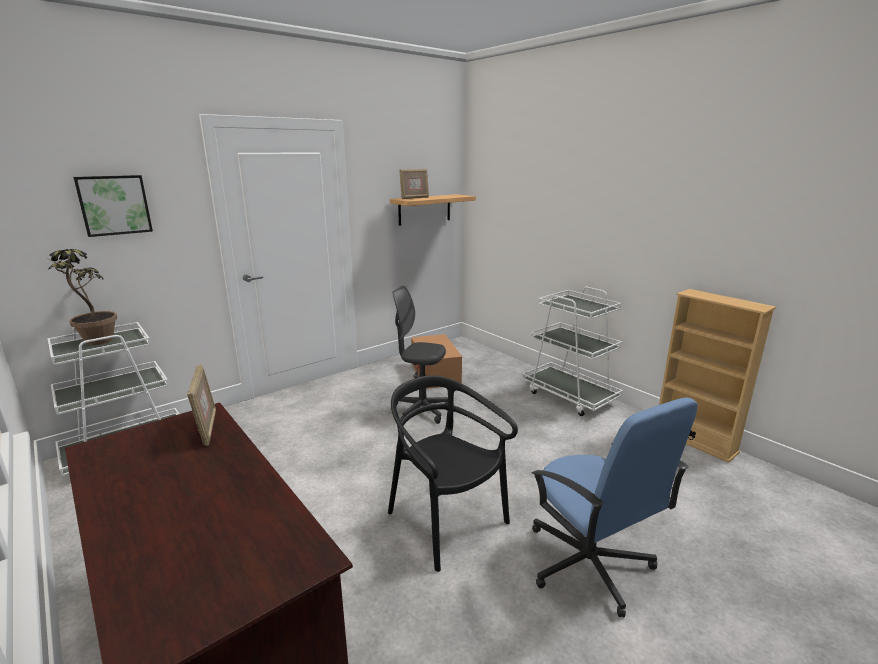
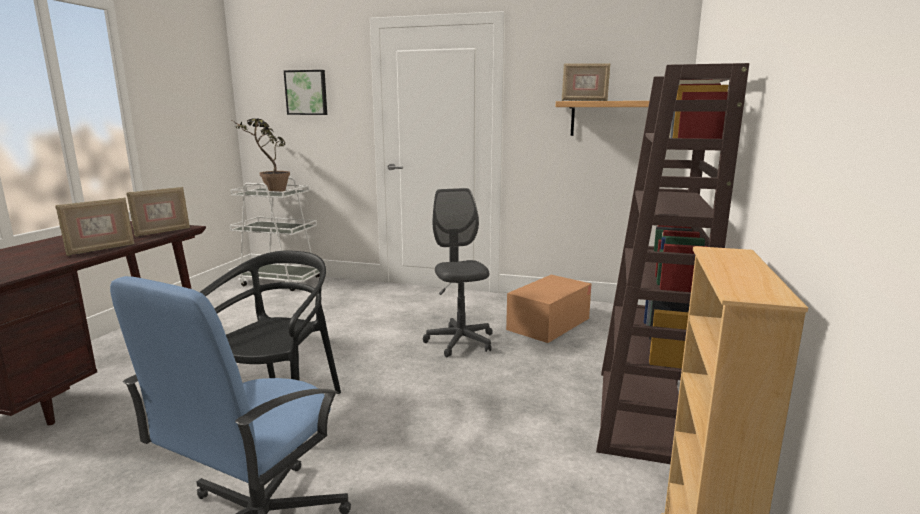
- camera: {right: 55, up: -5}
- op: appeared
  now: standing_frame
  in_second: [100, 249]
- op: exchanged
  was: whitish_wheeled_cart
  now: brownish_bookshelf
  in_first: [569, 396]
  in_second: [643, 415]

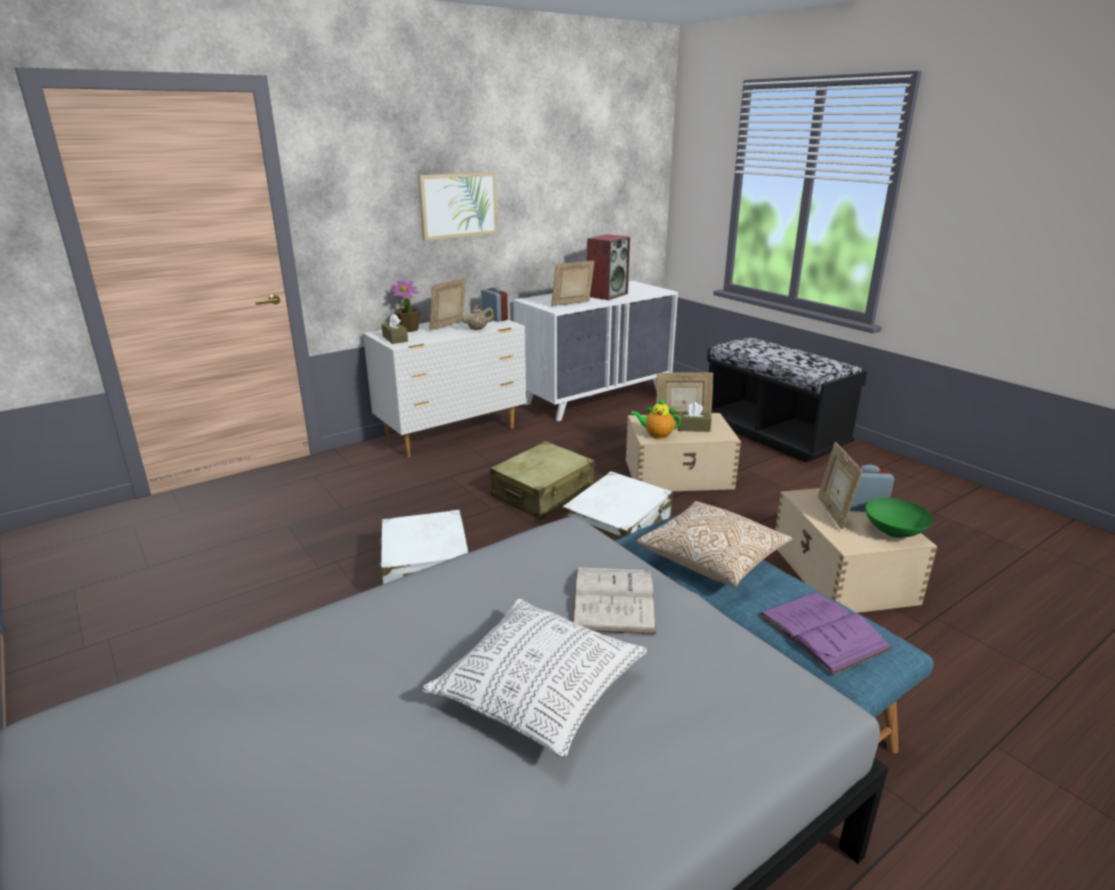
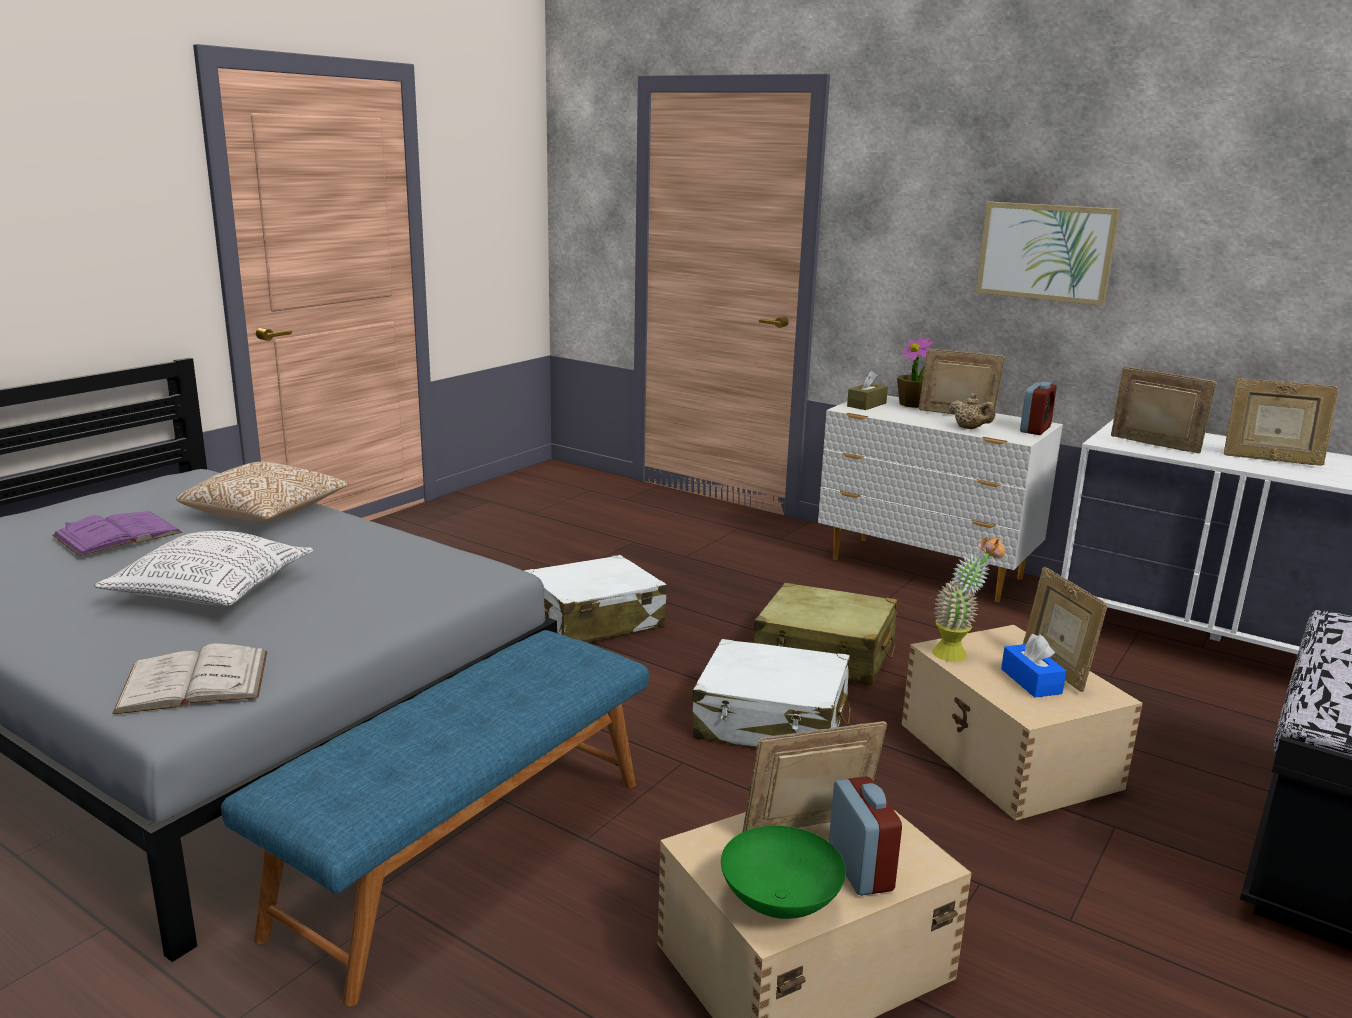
- camera: {right: 70, up: -5}
- op: relocated
  was: whitish_volume
  in_first: [614, 599]
  in_second: [194, 681]
- op: relocated
  was: pillow
  in_first: [712, 559]
  in_second: [266, 514]
- op: relocated
  was: purple_volume
  in_first: [822, 631]
  in_second: [117, 534]
- op: exchanged
  was: audio_speaker
  now: standing_frame
  in_first: [607, 295]
  in_second: [1270, 460]
- op: exchanged
  was: tea_pot
  now: houseplant
  in_first: [656, 435]
  in_second: [958, 653]
- op: colour
  was: brownish_tissue_holder
  now: blue-coloured_tissue_holder
  in_first: [693, 428]
  in_second: [1031, 681]

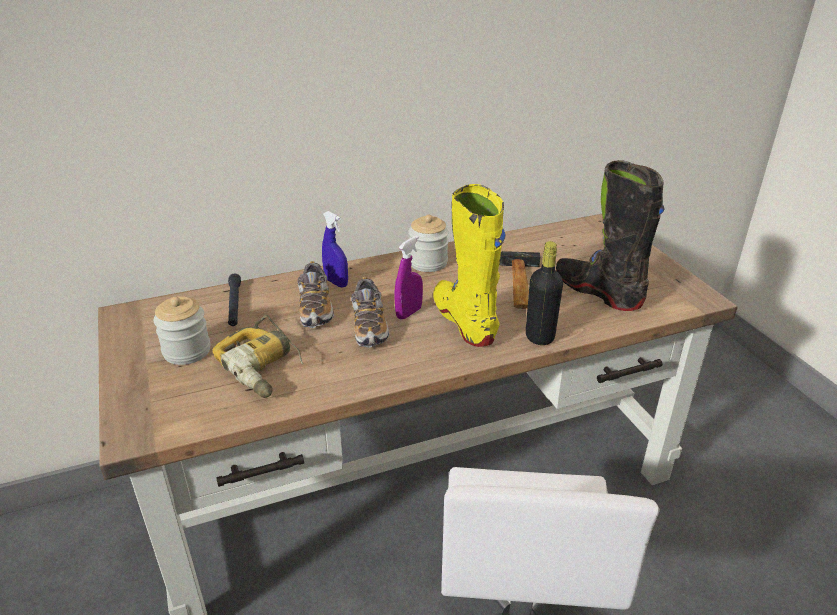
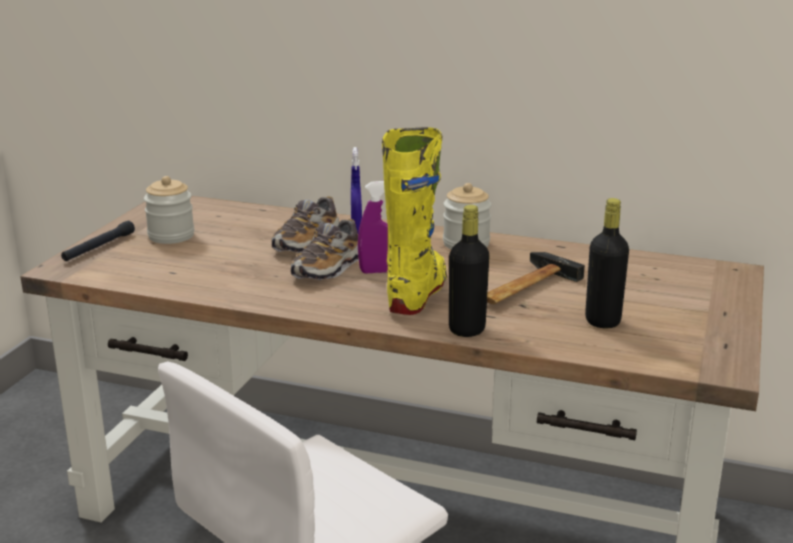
- camera: {right: 40, up: -10}
- op: missing
  was: electric_drill
  in_first: [264, 365]
- op: relocated
  was: black_torch
  in_first: [234, 305]
  in_second: [99, 247]
- op: exchanged
  was: black_boot
  now: black_drink_bottle
  in_first: [598, 292]
  in_second: [602, 321]

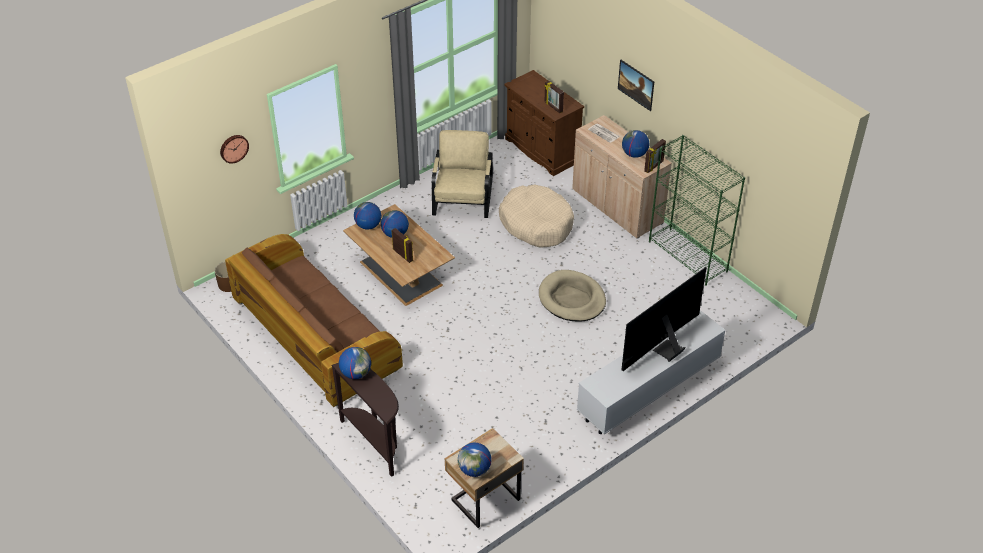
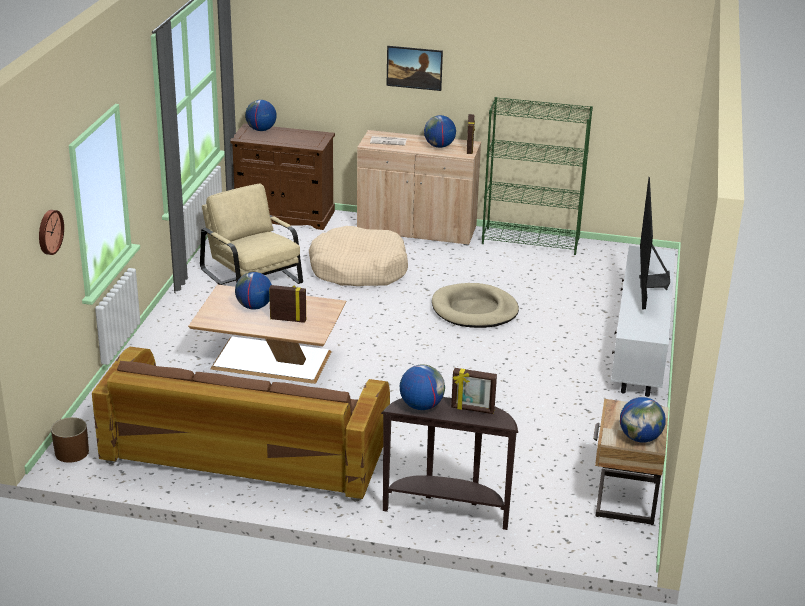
- camera: {right: -40, up: -15}
- op: relocated
  was: world_globe
  in_first: [368, 225]
  in_second: [261, 130]
- op: relocated
  was: standing_frame
  in_first: [553, 107]
  in_second: [472, 409]

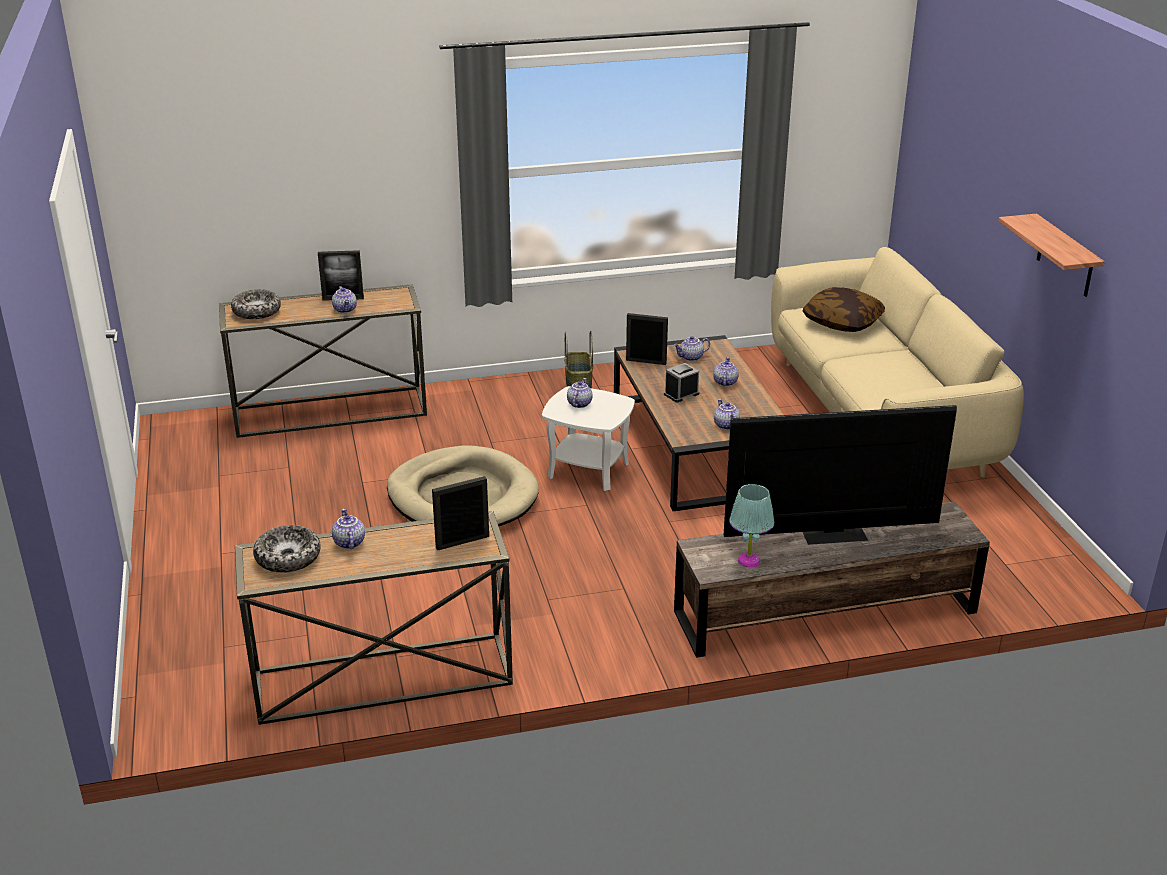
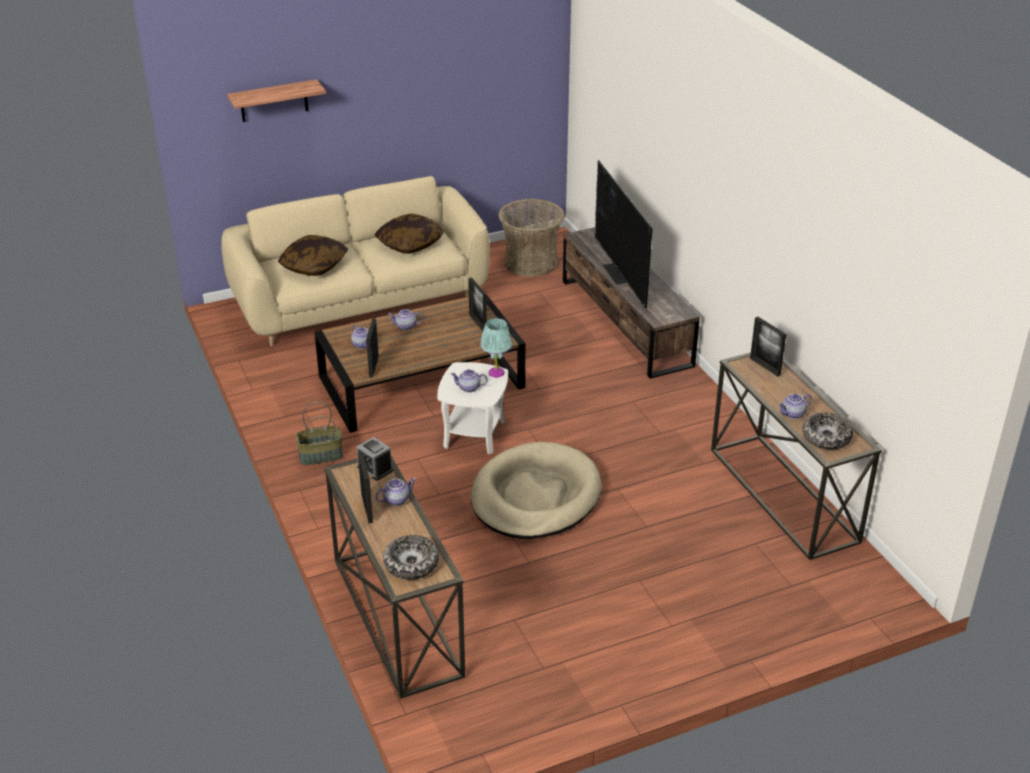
- camera: {right: -100, up: 5}
- op: appeared
  now: pillow
  in_second: [410, 243]
- op: appeared
  now: storage_basket
  in_second: [531, 263]
- op: relocated
  was: alarm_clock
  in_first: [681, 394]
  in_second: [375, 469]
- op: relocated
  was: turquoise-coloured_table_lamp
  in_first: [749, 560]
  in_second: [496, 372]
- op: relocated
  was: shelf
  in_first: [1065, 257]
  in_second: [274, 101]
- op: exchanged
  was: tea_pot
  now: standing_frame
  in_first: [725, 425]
  in_second: [477, 323]

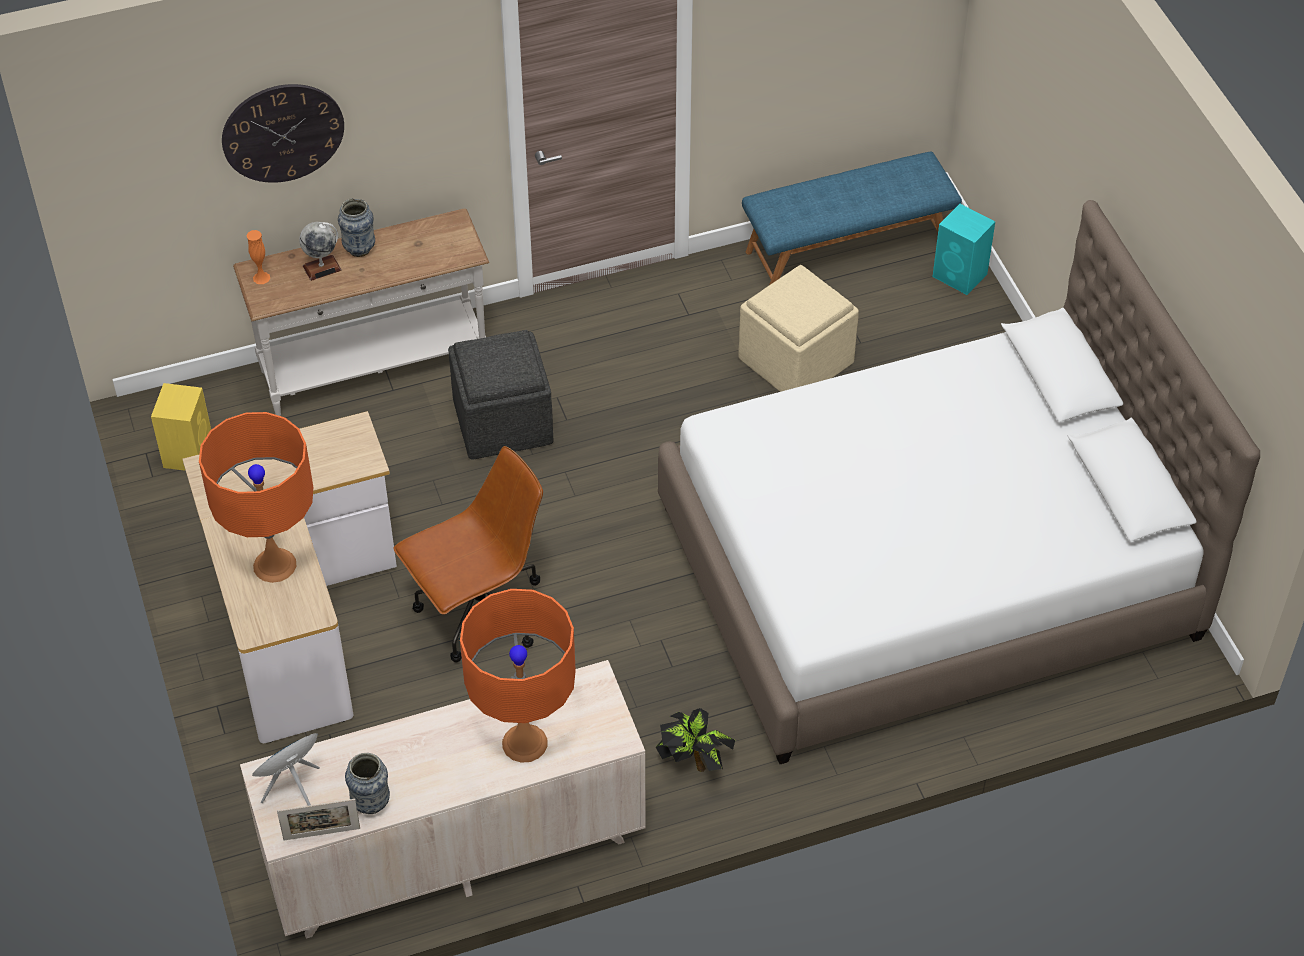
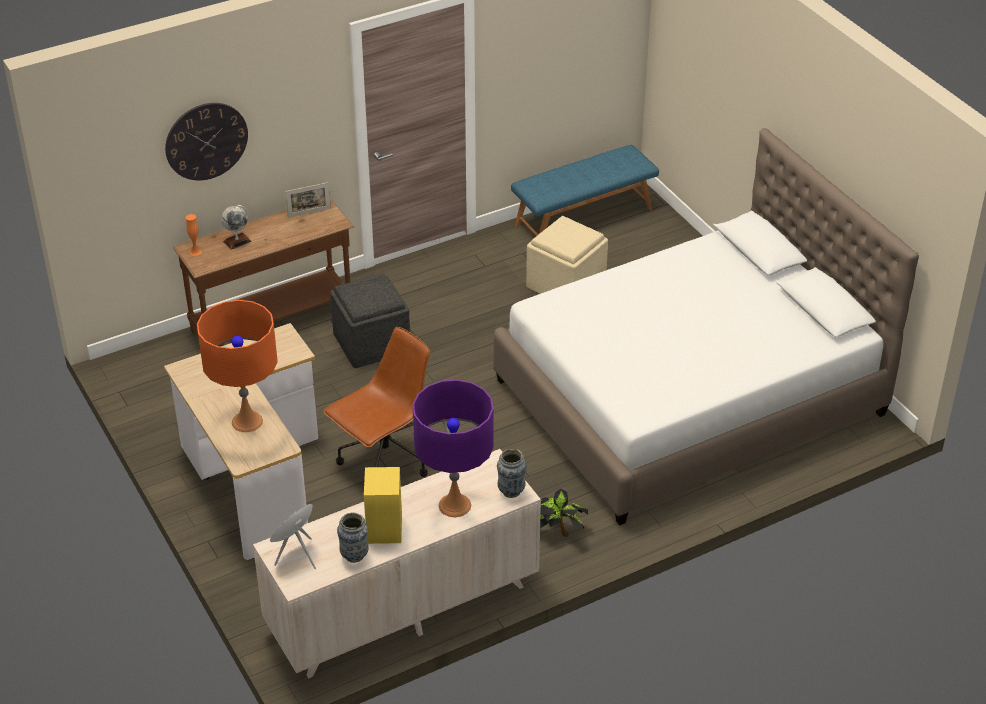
- camera: {right: -10, up: -10}
- op: missing
  was: turquoise-coloured_audio_speaker
  in_first: [961, 276]
- op: relocated
  was: yellowish_audio_speaker
  in_first: [188, 452]
  in_second: [384, 528]
- op: relocated
  was: standing_frame
  in_first: [322, 834]
  in_second: [309, 213]
- op: relocated
  was: vase
  in_first: [359, 249]
  in_second: [511, 491]
- op: colour
  was: whitish_console_table
  now: brownish_console_table
  in_first: [375, 368]
  in_second: [273, 322]
- op: colour
  was: orange_table_lamp
  now: purple_table_lamp
  in_first: [524, 743]
  in_second: [454, 505]

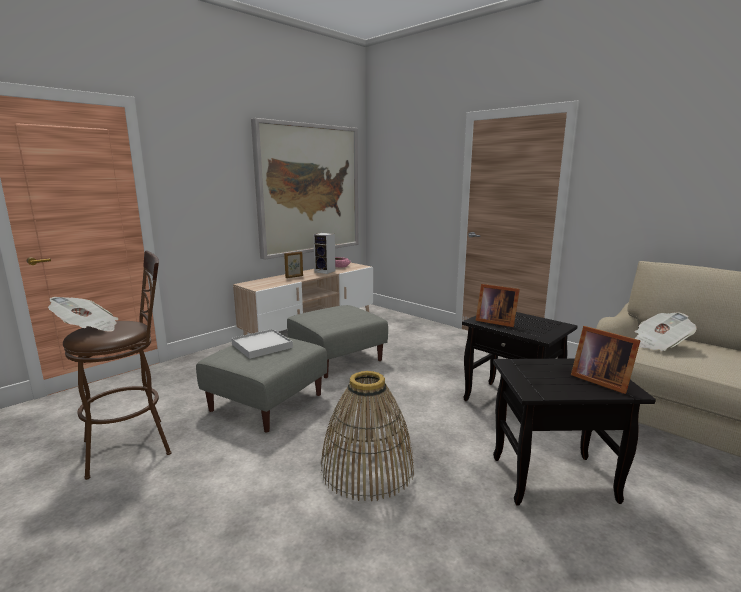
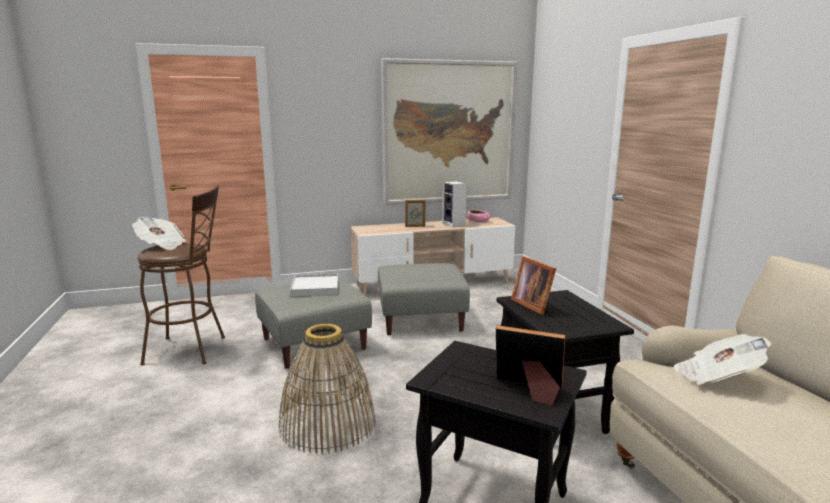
- camera: {right: 30, up: 0}
- op: spun
  was: standing_frame
  in_first: [600, 380]
  in_second: [529, 390]
  clockwise: 120

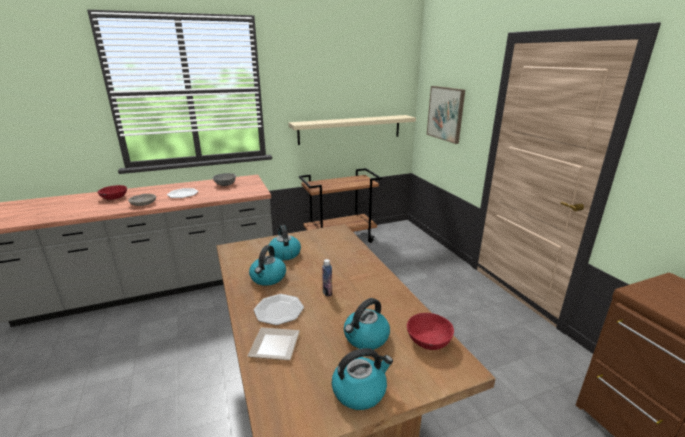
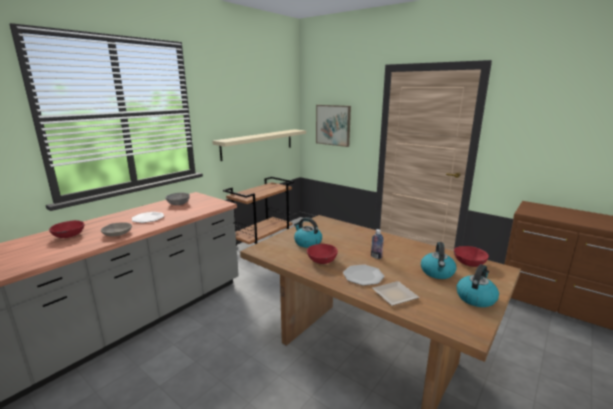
- camera: {right: -30, up: -5}
- op: exchanged
  was: water_kettle
  now: red-coloured_bowl
  in_first: [268, 278]
  in_second: [322, 260]

